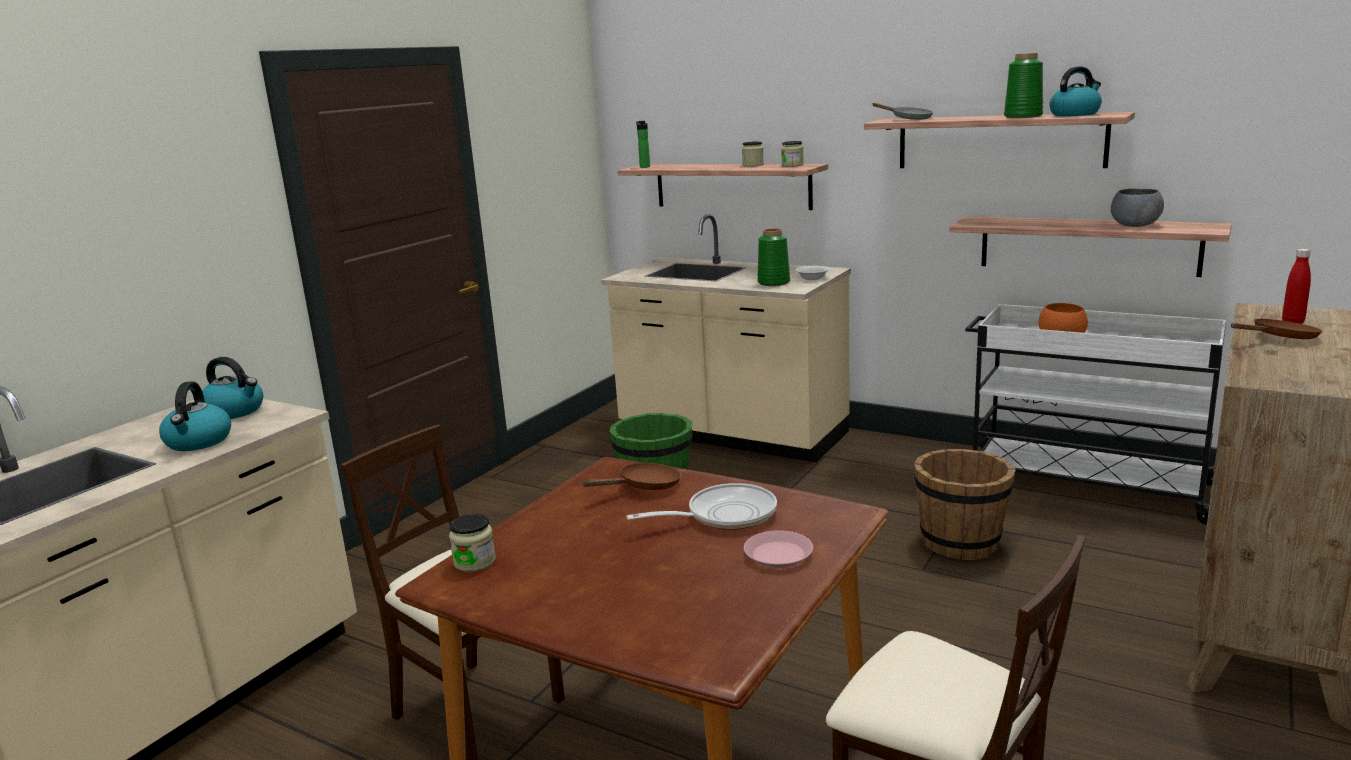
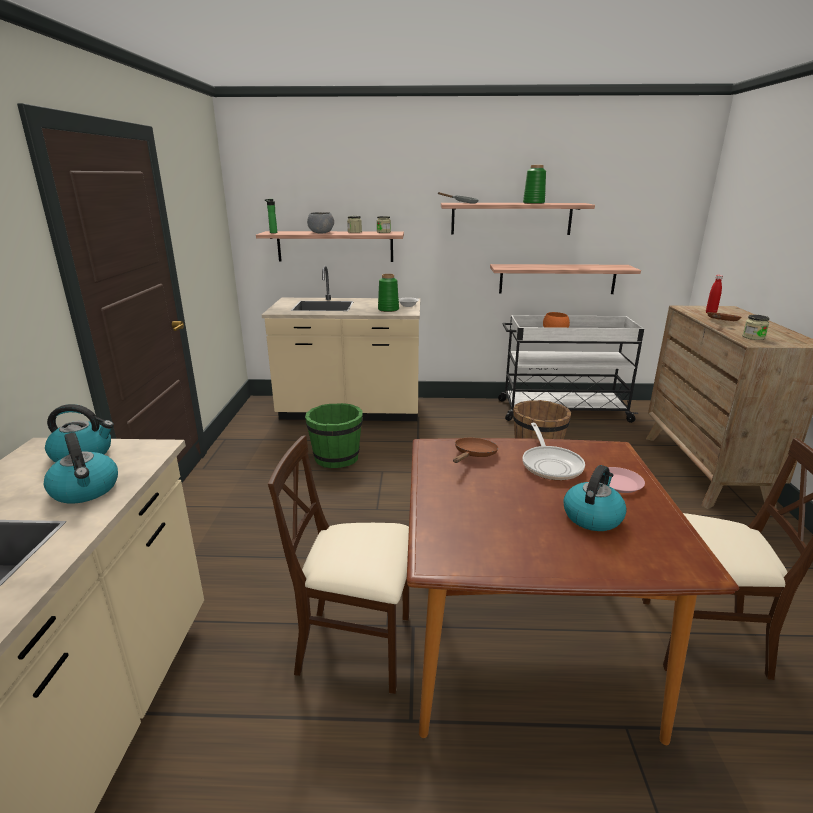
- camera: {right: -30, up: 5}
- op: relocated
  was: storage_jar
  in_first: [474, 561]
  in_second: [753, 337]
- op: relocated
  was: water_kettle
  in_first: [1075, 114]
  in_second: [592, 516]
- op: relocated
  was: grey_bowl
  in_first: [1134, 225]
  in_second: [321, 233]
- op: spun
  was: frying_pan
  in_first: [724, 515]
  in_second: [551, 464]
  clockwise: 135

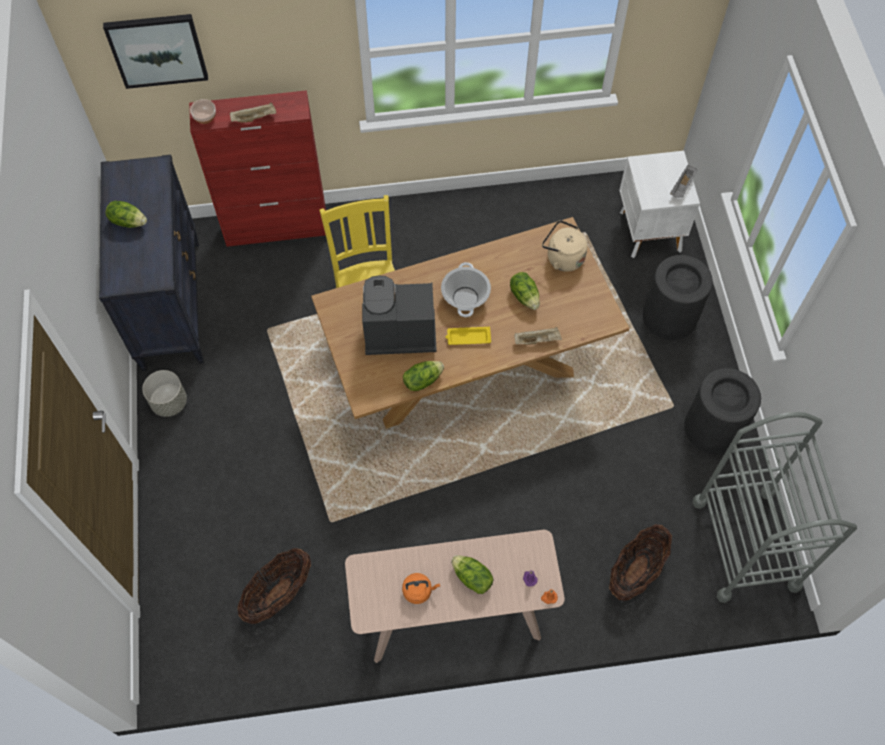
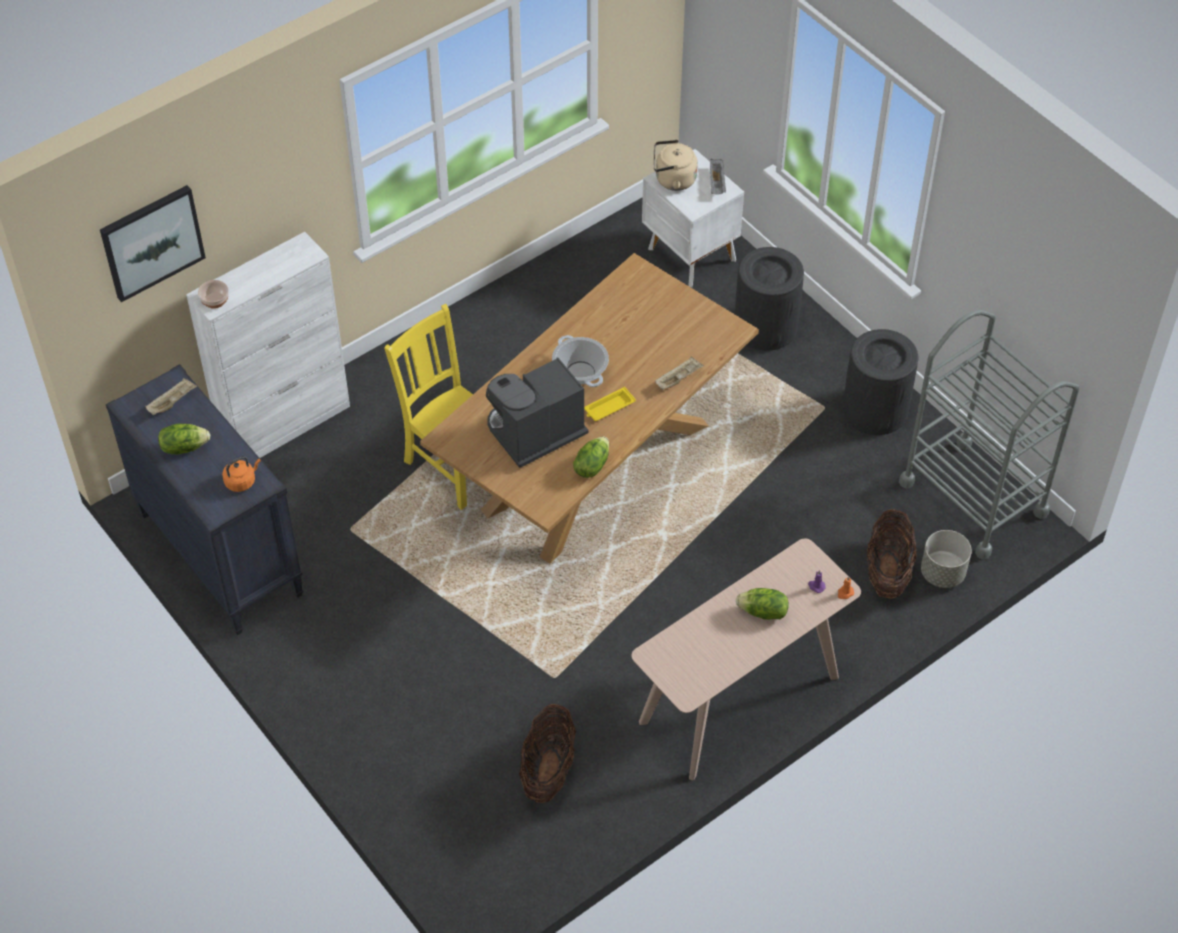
- camera: {right: -30, up: -10}
- op: missing
  was: lettuce_head
  in_first: [525, 296]
- op: relocated
  was: grey_planter
  in_first: [169, 402]
  in_second: [942, 573]
- op: relocated
  was: beige-coloured_tray
  in_first: [254, 118]
  in_second: [172, 402]
- op: relocated
  was: orange_water_kettle
  in_first: [419, 591]
  in_second: [241, 481]
- op: relocated
  was: beige-coloured_water_kettle
  in_first: [562, 257]
  in_second: [672, 180]
- op: colour
  was: red-coloured_storage_cabinet
  now: whitish_storage_cabinet
  in_first: [277, 227]
  in_second: [286, 424]

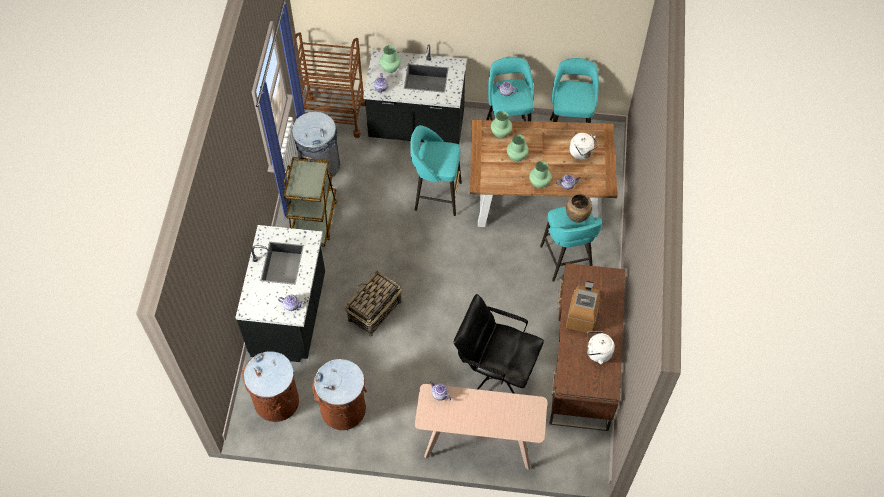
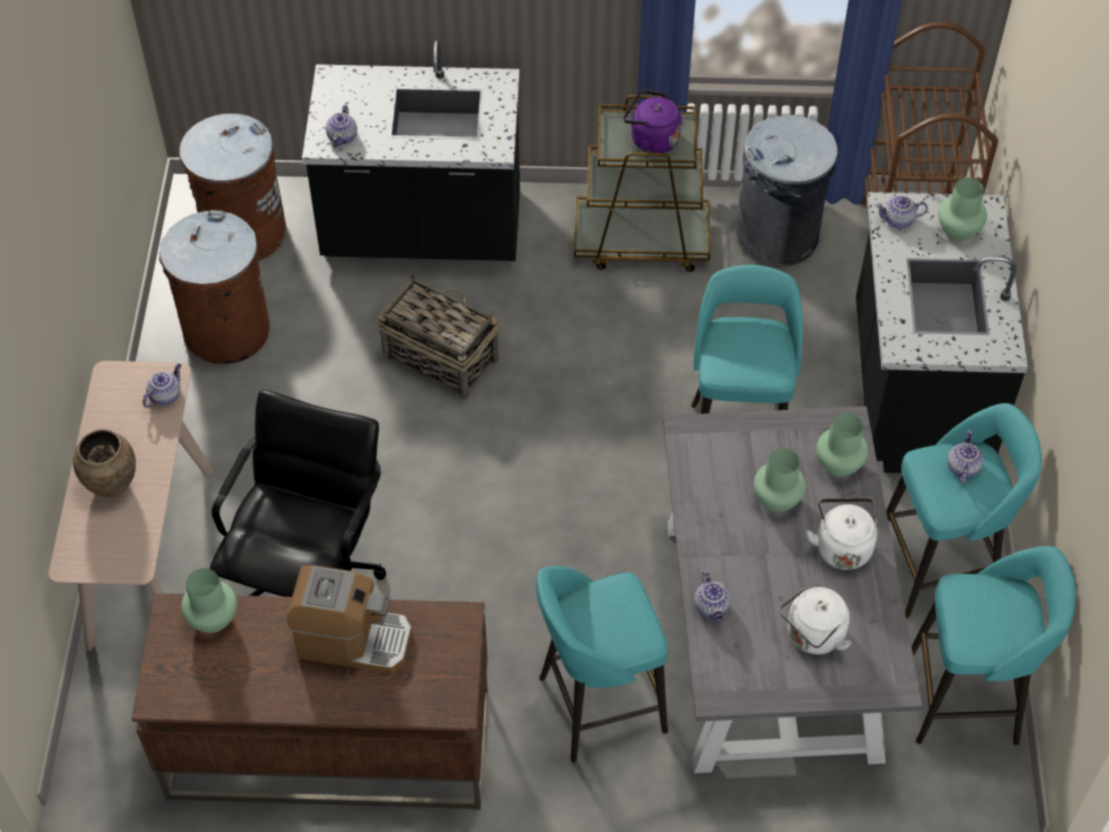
- camera: {right: 85, up: -5}
- op: appeared
  now: purple_water_kettle
  in_second: [651, 139]
- op: relocated
  was: greenish_vase
  in_first: [539, 183]
  in_second: [213, 618]
- op: relocated
  was: brownish_vase
  in_first: [577, 217]
  in_second: [111, 486]
- op: relocated
  was: whitish_water_kettle
  in_first: [597, 353]
  in_second: [842, 546]
- op: colour
  was: brownish_dining_table
  now: grey_dining_table
  in_first: [538, 195]
  in_second: [772, 639]

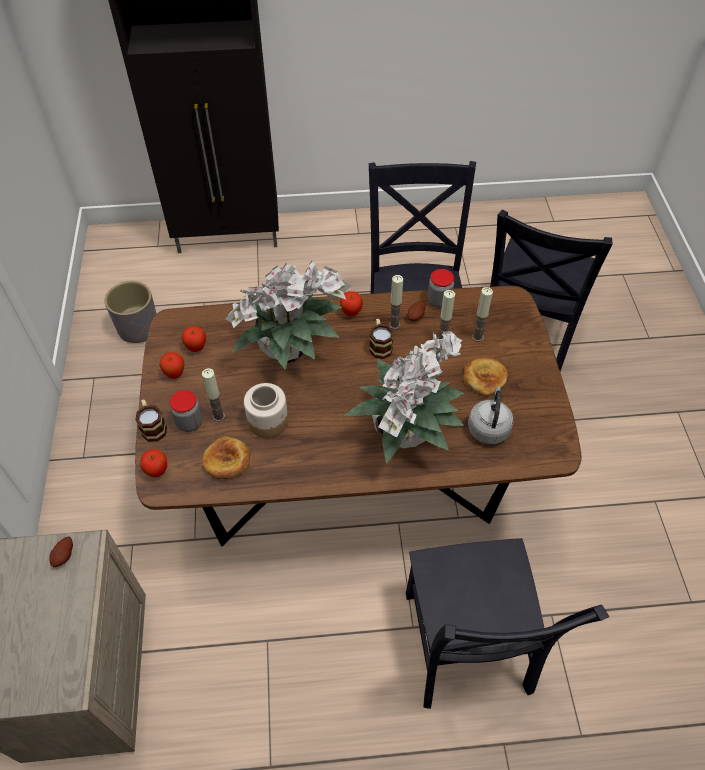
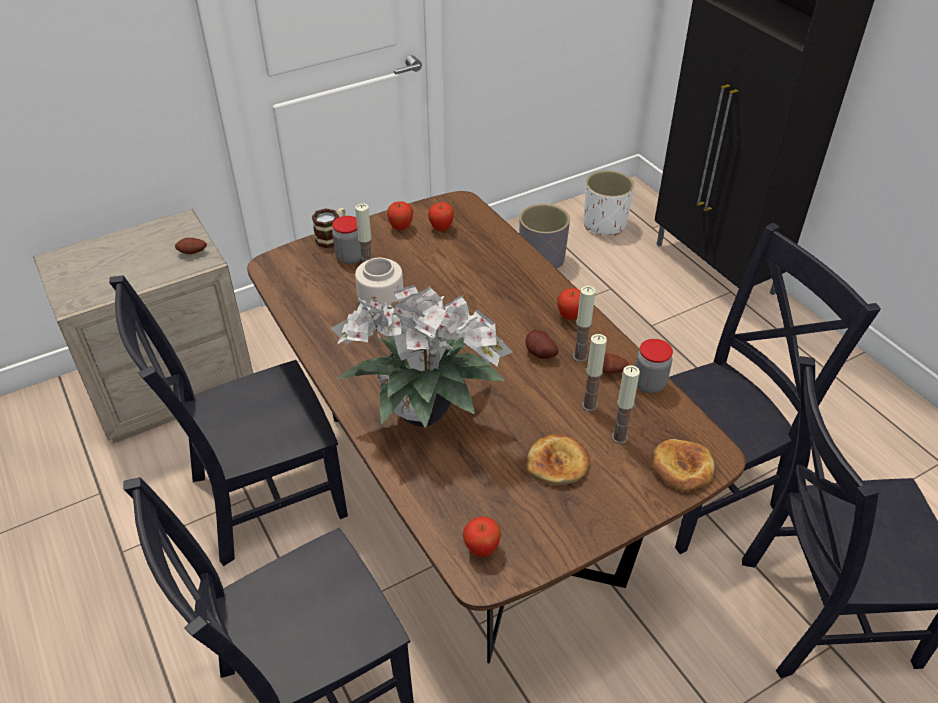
- camera: {right: 65, up: -10}
- op: missing
  was: houseplant
  in_first: [291, 353]
- op: missing
  was: grey_water_kettle
  in_first: [488, 427]
- op: appeared
  now: black_plain_chair
  in_second: [261, 498]
- op: appeared
  now: whitish_planter
  in_second: [604, 224]
- op: relocated
  was: whole_apple
  in_first: [157, 471]
  in_second: [481, 549]
- op: relocated
  was: bread
  in_first: [227, 460]
  in_second: [682, 468]
- op: exchanged
  was: tea_mug
  now: potato
  in_first: [380, 345]
  in_second: [539, 354]

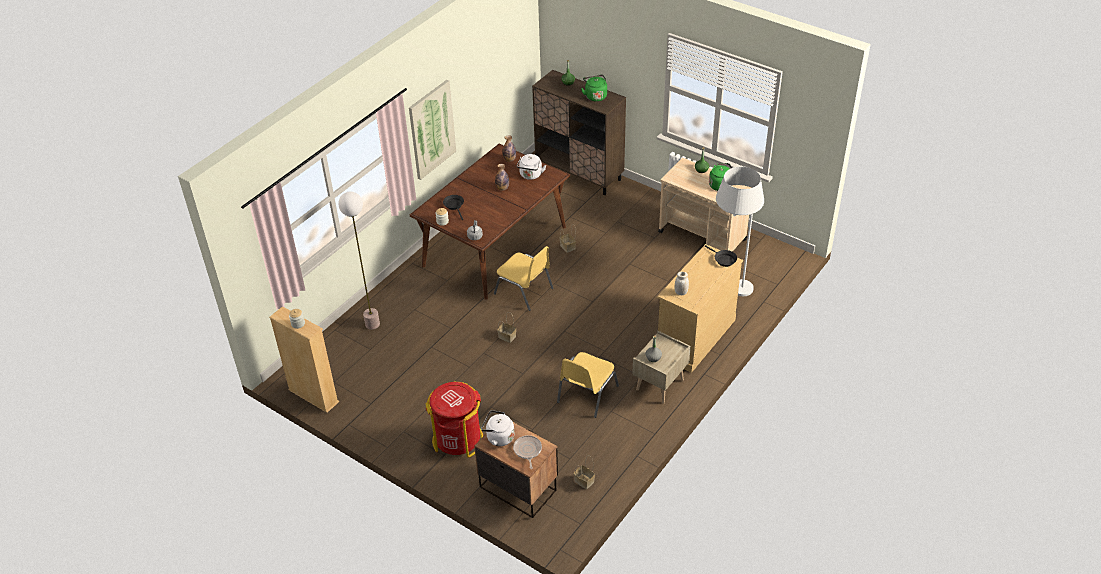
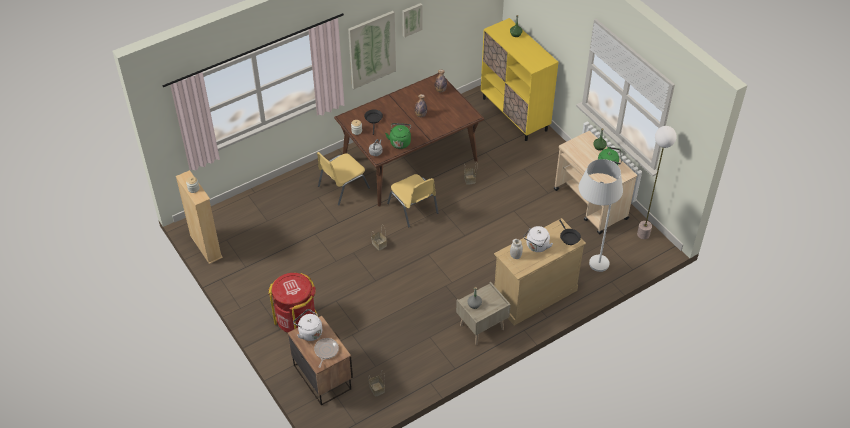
- camera: {right: 20, up: 5}
- op: appeared
  now: picture
  in_second: [411, 19]
- op: relocated
  was: standard_lamp
  in_first: [372, 324]
  in_second: [643, 234]
- op: relocated
  was: whitish_water_kettle
  in_first: [530, 175]
  in_second: [536, 246]
- op: relocated
  was: yellowish_plain_chair
  in_first: [586, 394]
  in_second: [342, 187]
- op: relocated
  was: greenish_water_kettle
  in_first: [595, 96]
  in_second: [400, 142]
- op: colour
  was: brownish_storage_cabinet
  now: yellowish_storage_cabinet
  in_first: [579, 173]
  in_second: [515, 114]

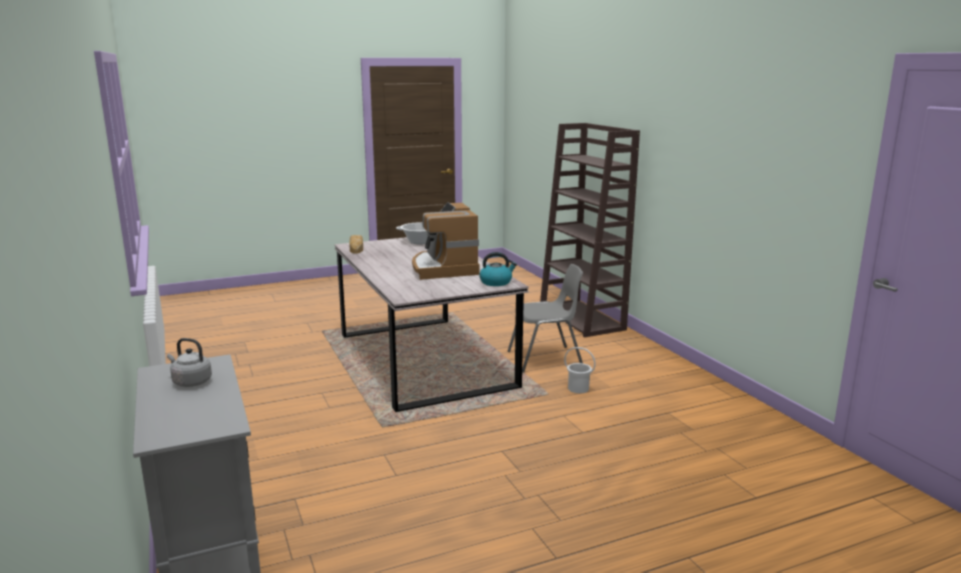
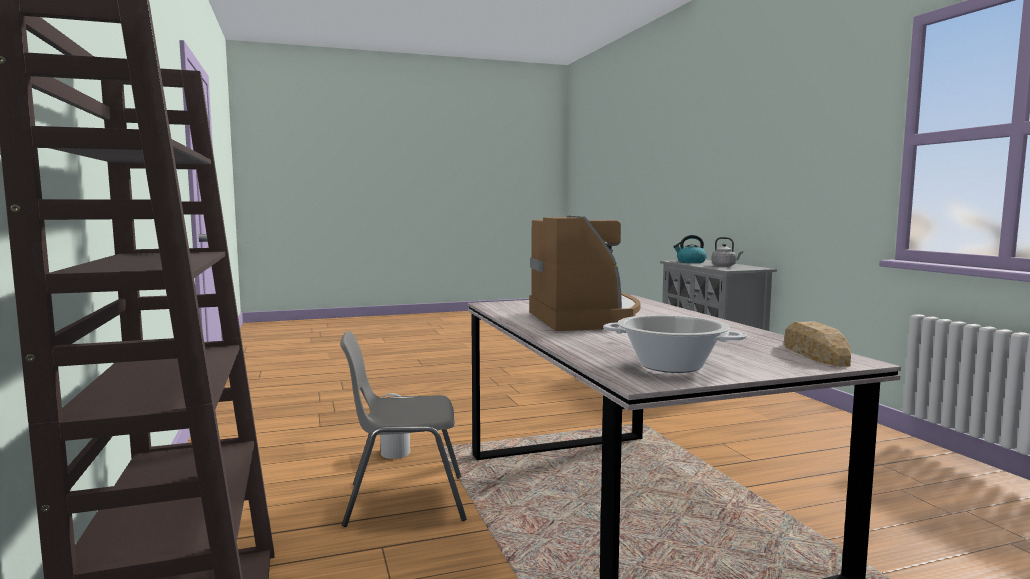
- camera: {right: -175, up: -10}
- op: relocated
  was: water_kettle
  in_first: [496, 282]
  in_second: [690, 262]

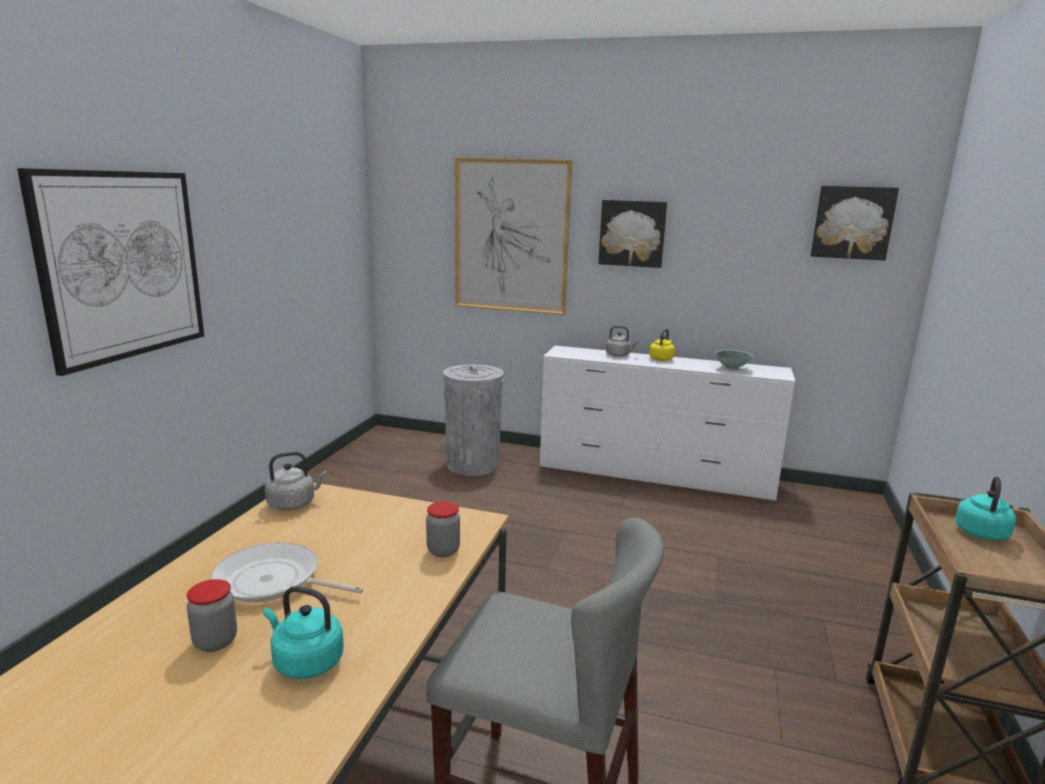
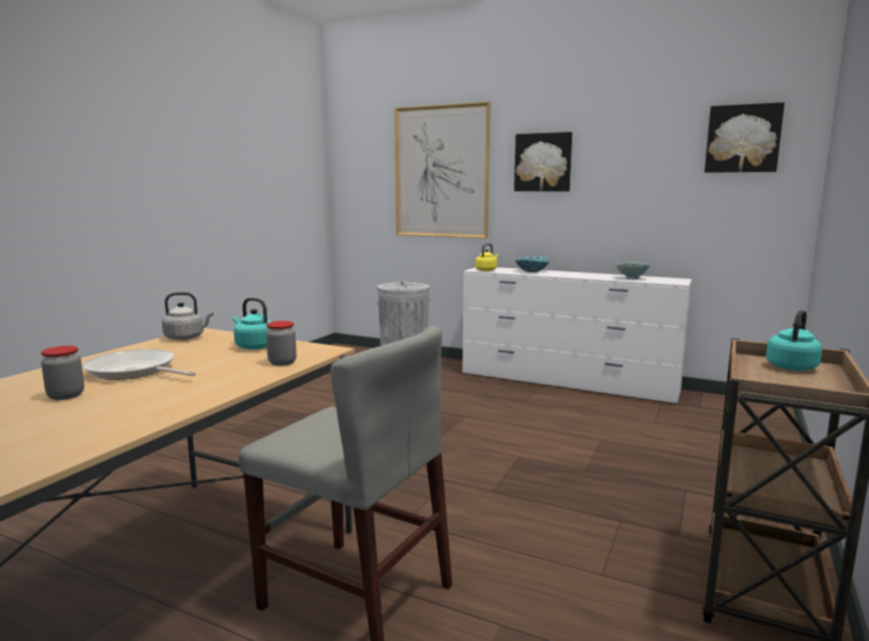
- camera: {right: 10, up: -5}
- op: missing
  was: picture
  in_first: [123, 265]
- op: relocated
  was: turquoise-coloured_water_kettle
  in_first: [305, 662]
  in_second: [253, 346]
- op: relocated
  was: yellowish_water_kettle
  in_first: [661, 359]
  in_second: [487, 270]
- op: exchanged
  was: grey_water_kettle
  now: bowl
  in_first: [619, 355]
  in_second: [532, 271]

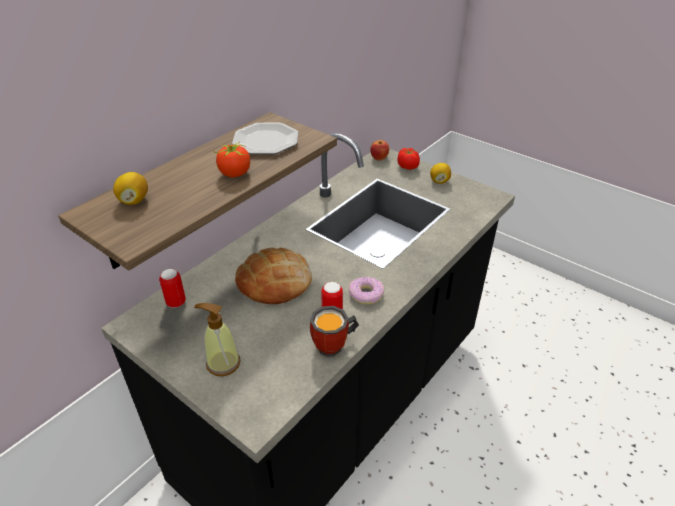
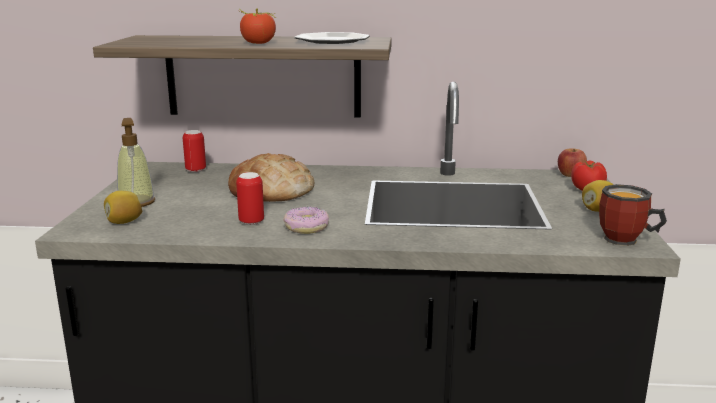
- camera: {right: 55, up: -20}
- op: relocated
  was: citrus_fruit
  in_first: [134, 200]
  in_second: [124, 222]
- op: relocated
  was: tea_mug
  in_first: [335, 346]
  in_second: [626, 241]

